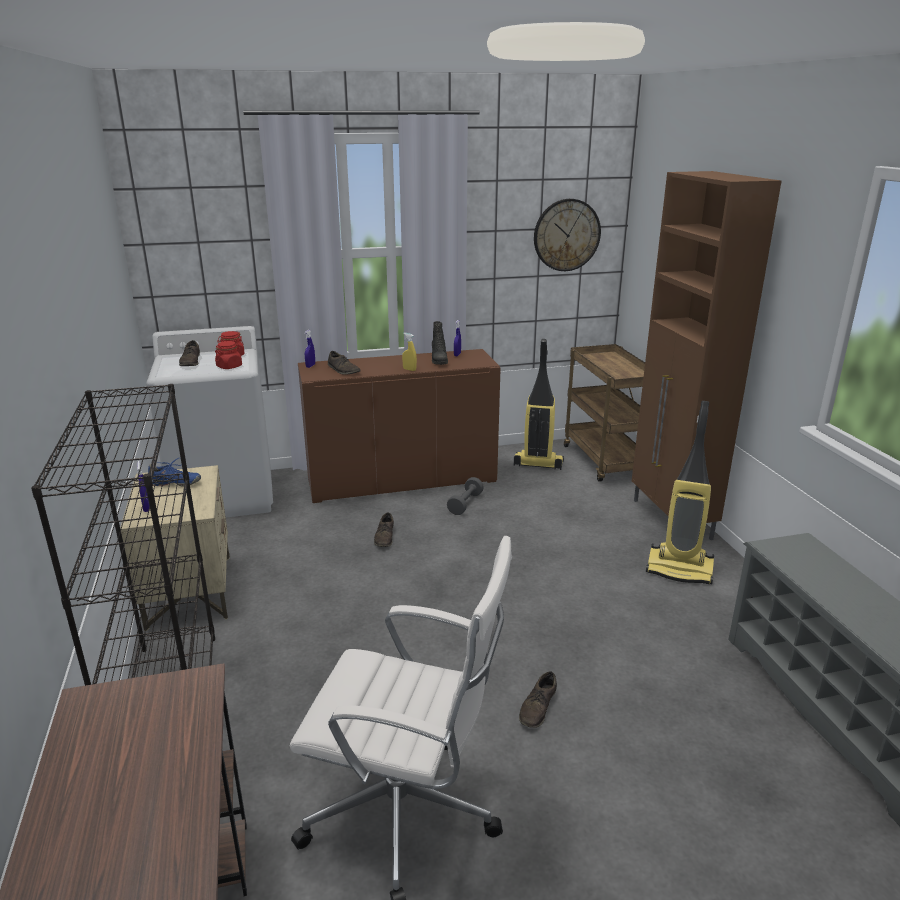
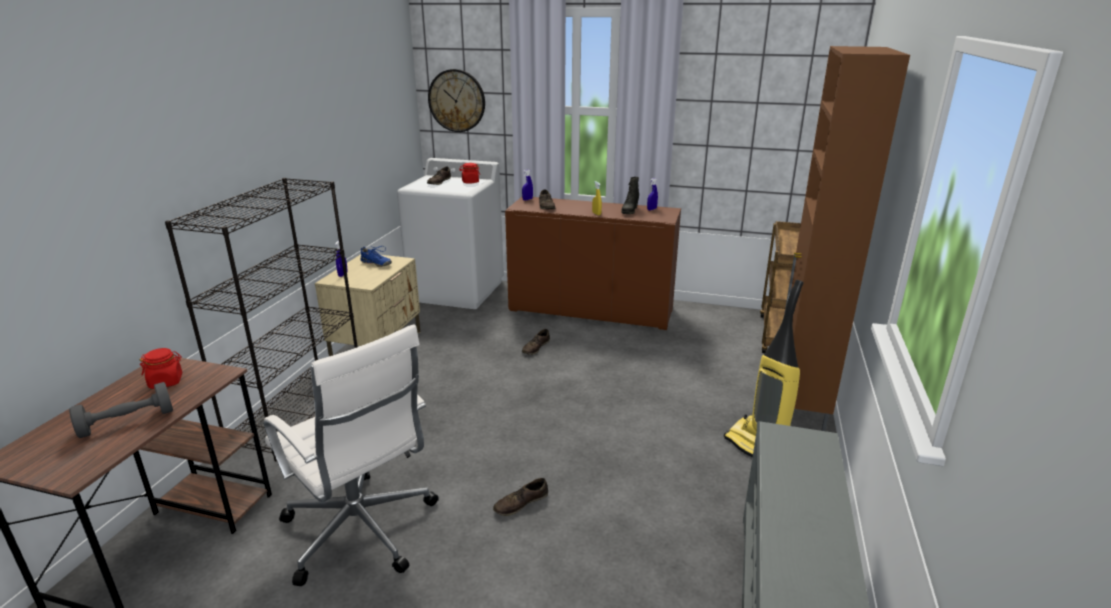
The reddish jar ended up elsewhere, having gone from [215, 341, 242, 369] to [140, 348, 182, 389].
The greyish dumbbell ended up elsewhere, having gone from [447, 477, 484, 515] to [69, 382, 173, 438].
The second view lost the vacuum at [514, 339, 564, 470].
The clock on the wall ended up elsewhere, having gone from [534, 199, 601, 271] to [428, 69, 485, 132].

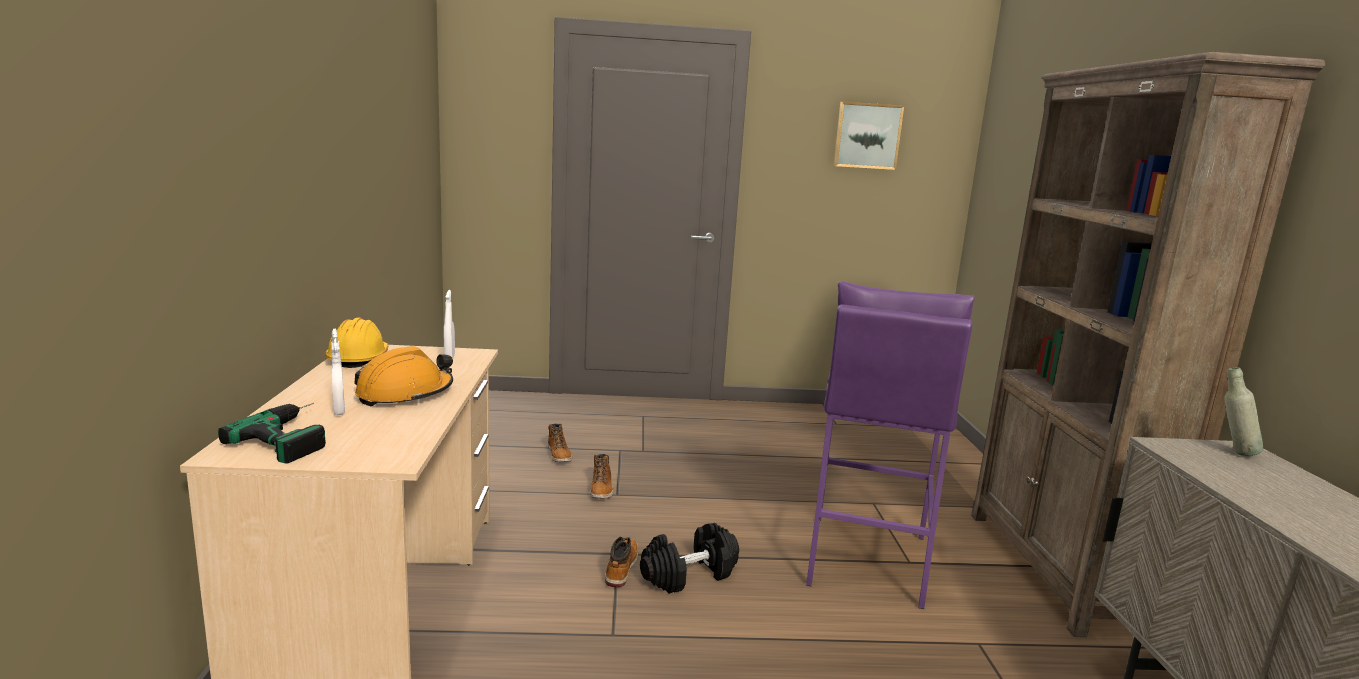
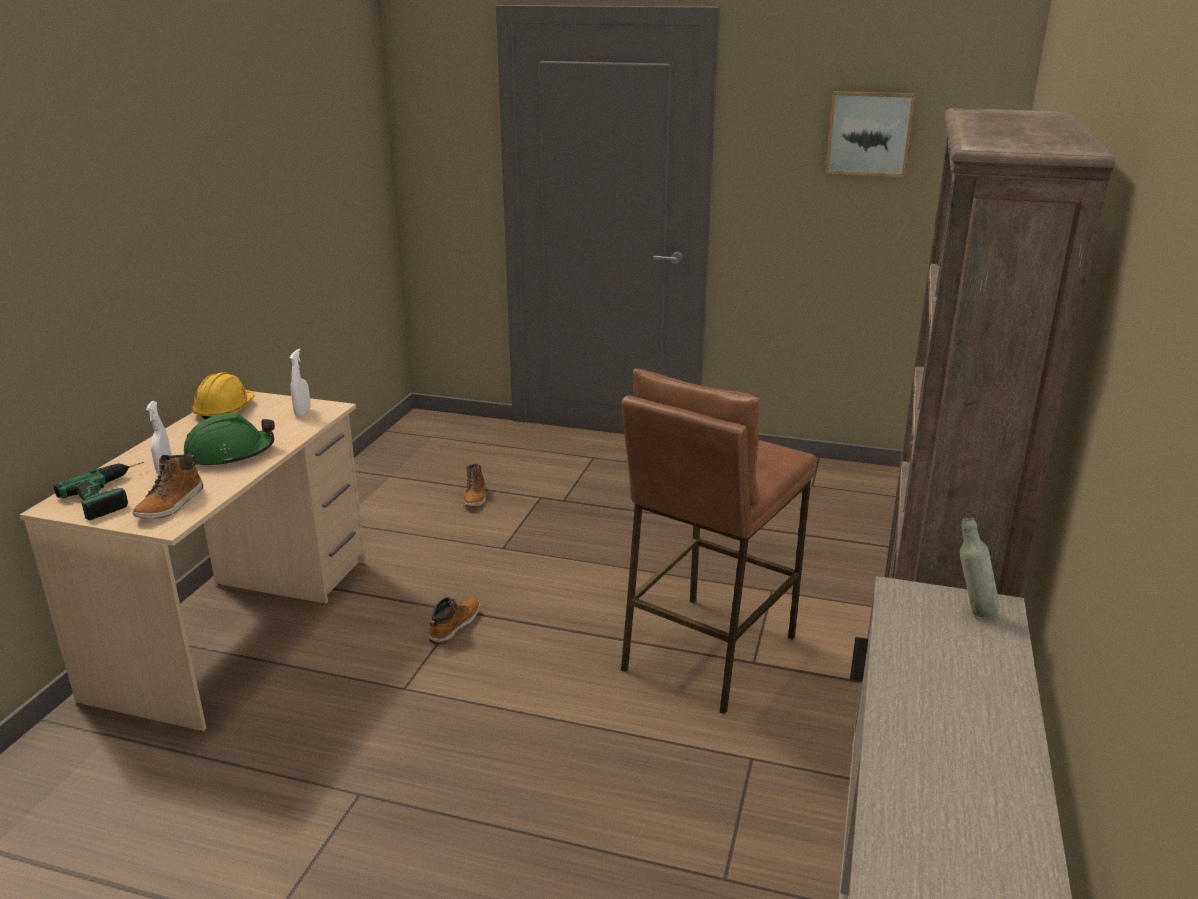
What was the orange safety helmet at [354, 346, 453, 406] turned into the green-coloured safety helmet at [184, 412, 275, 466].
The high-top boot ended up elsewhere, having gone from [590, 454, 613, 499] to [133, 454, 203, 519].
The second view lost the blackish dumbbell at [640, 523, 739, 594].
What was the purple stool seat at [806, 281, 975, 609] turned into the brown stool seat at [621, 369, 815, 715].

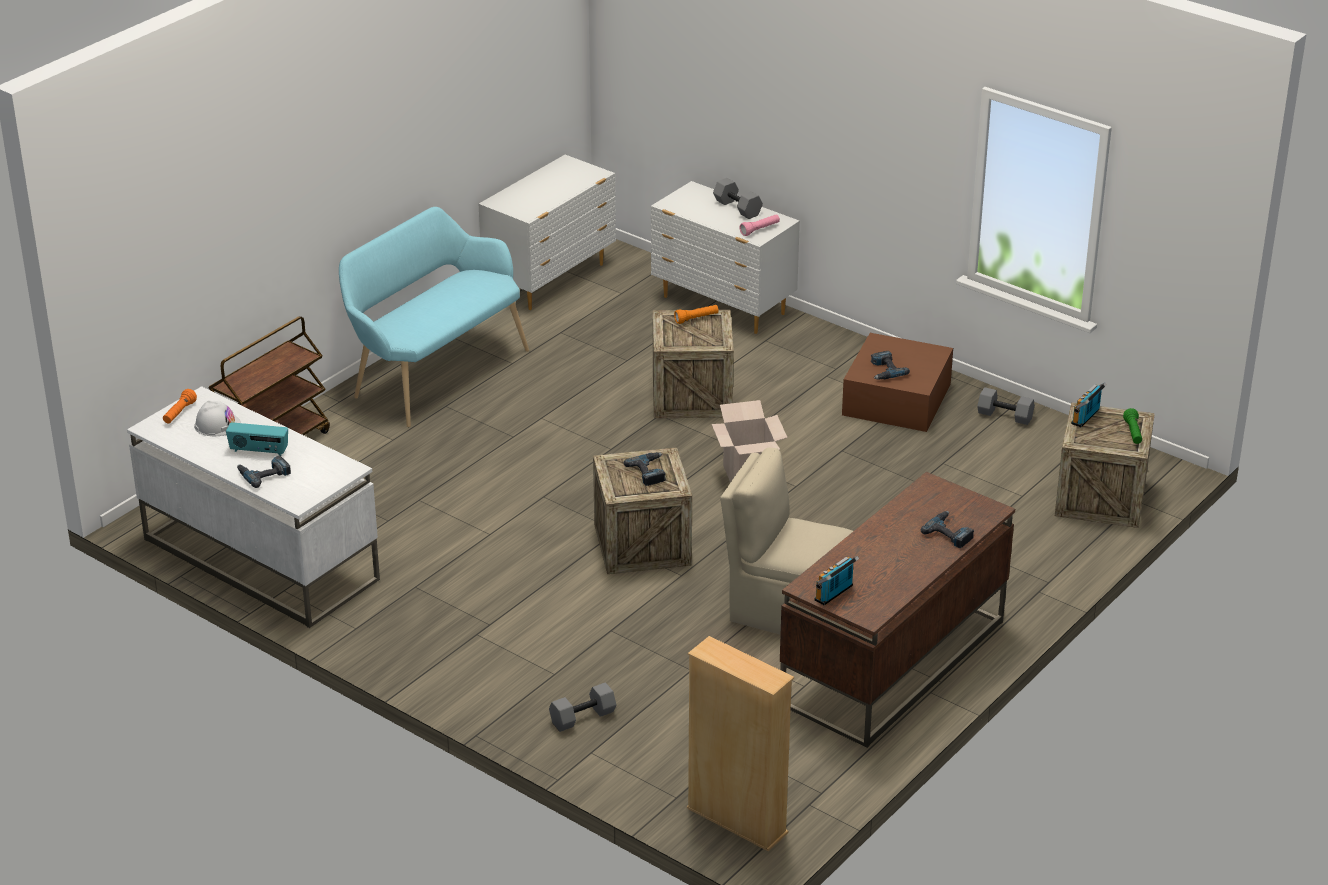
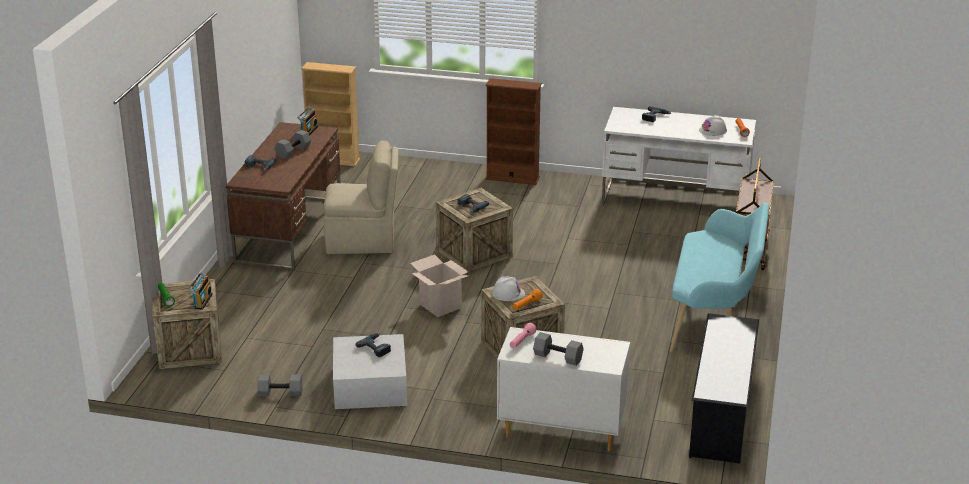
The second view lost the radio set at [226, 422, 288, 456].
Where the whitish dresser stood at [479, 155, 616, 310], the blackish shoe stand came to stand at [689, 313, 759, 463].
The greyish dumbbell ended up elsewhere, having gone from [549, 683, 617, 732] to [275, 130, 311, 159].
What was the brown storage bin at [842, 333, 953, 432] turned into the whitish storage bin at [333, 334, 407, 409].
The second view gained the brown shelving unit at [486, 78, 542, 185].
The second view gained the whitish safety helmet at [492, 276, 525, 301].

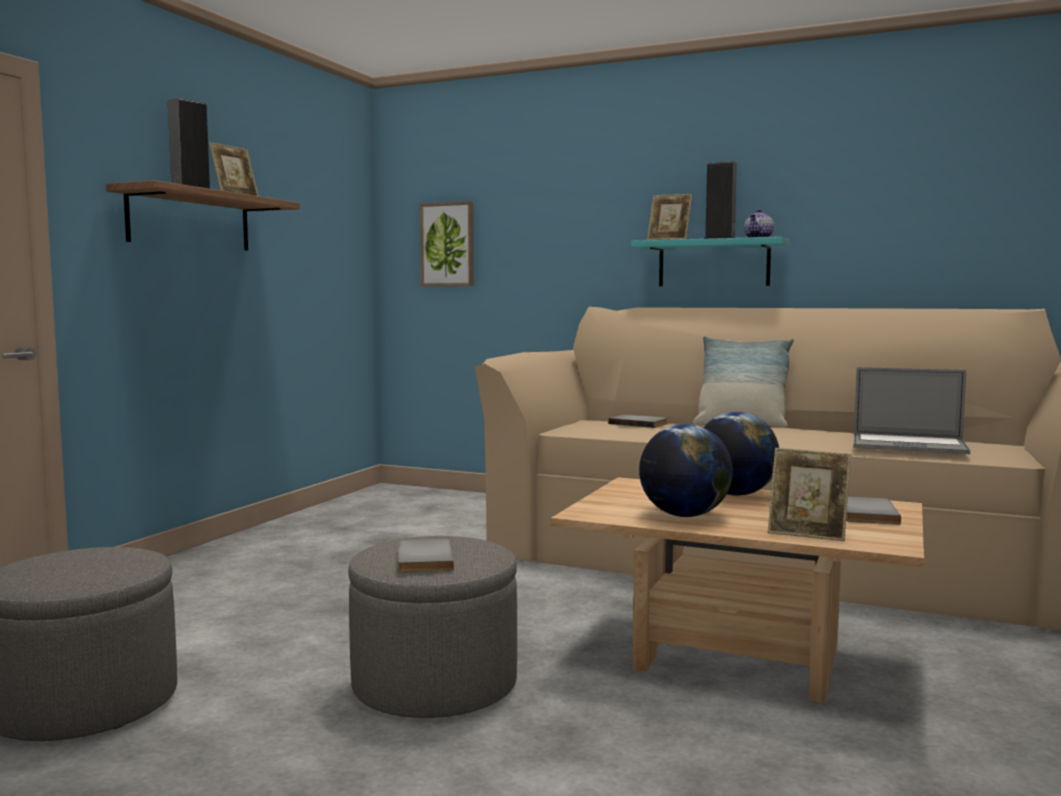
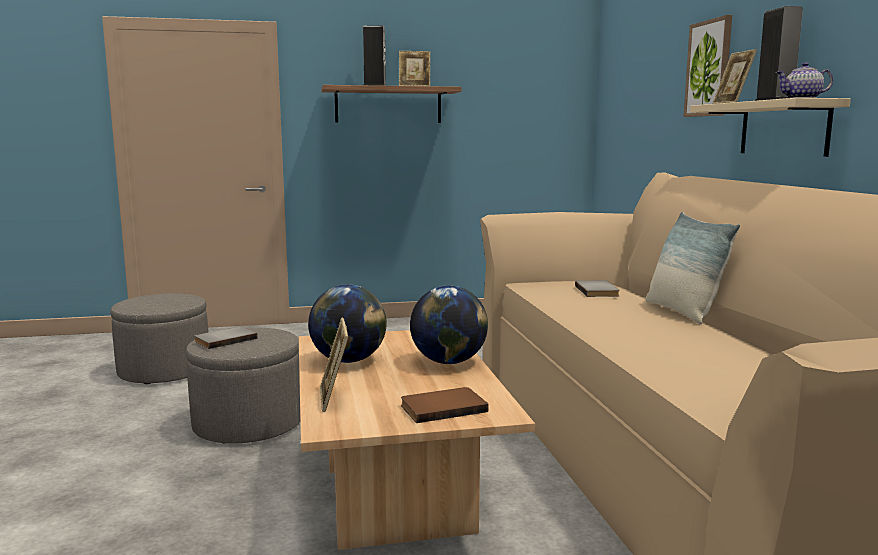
The wall picture ended up elsewhere, having gone from [420, 201, 474, 286] to [683, 15, 732, 117].
What was the turquoise wall shelf at [631, 237, 789, 286] turned into the sand-coloured wall shelf at [690, 98, 851, 157].
What was the greyish volume at [846, 496, 901, 525] turned into the brown volume at [401, 387, 489, 423].
The second view lost the notebook computer at [853, 367, 970, 454].

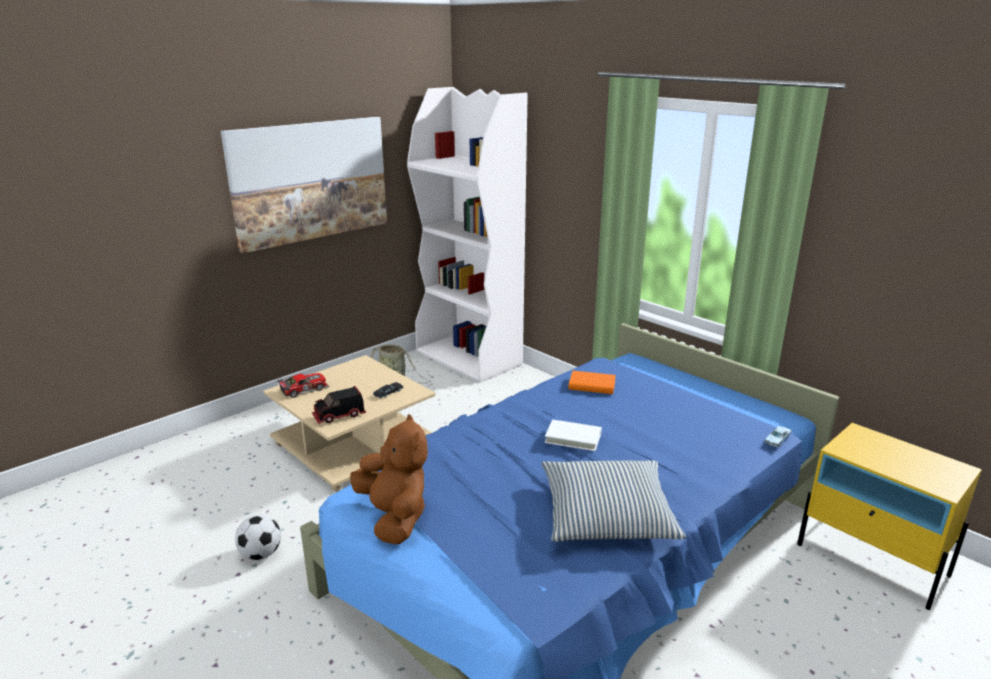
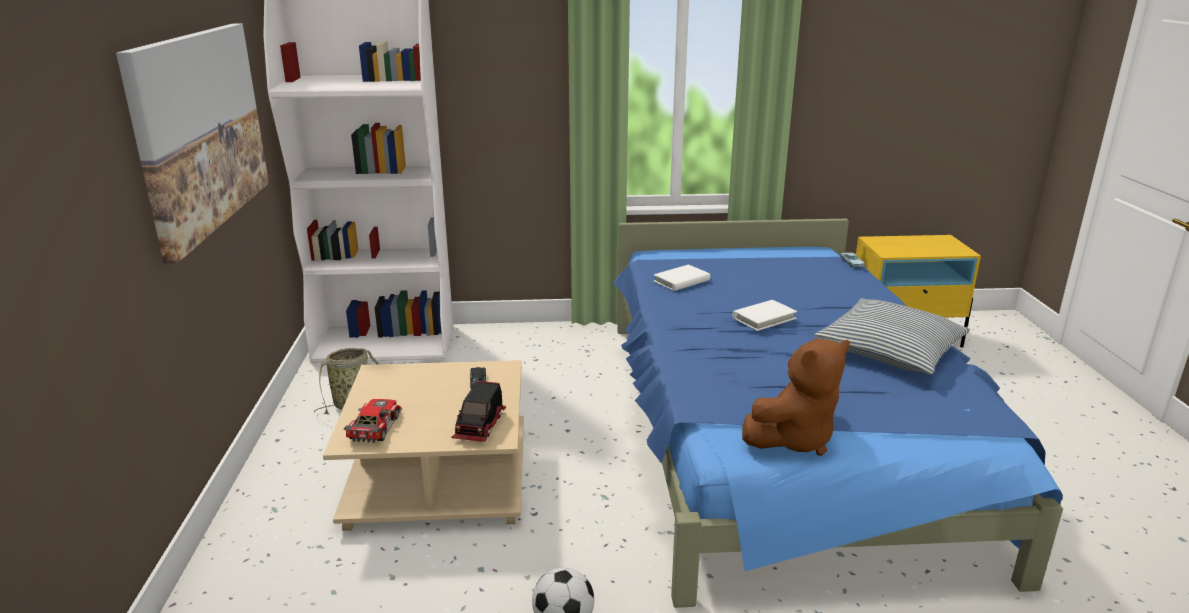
The brown cuddly toy at [350, 414, 428, 544] ended up facing another way, 135 degrees clockwise from before.
What was the orange volume at [568, 371, 616, 394] turned into the whitish volume at [653, 265, 710, 291].

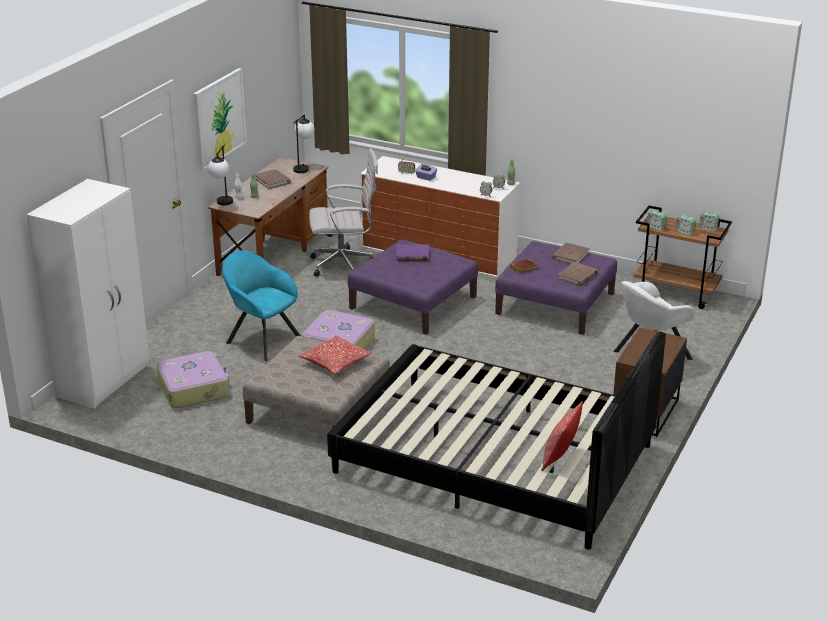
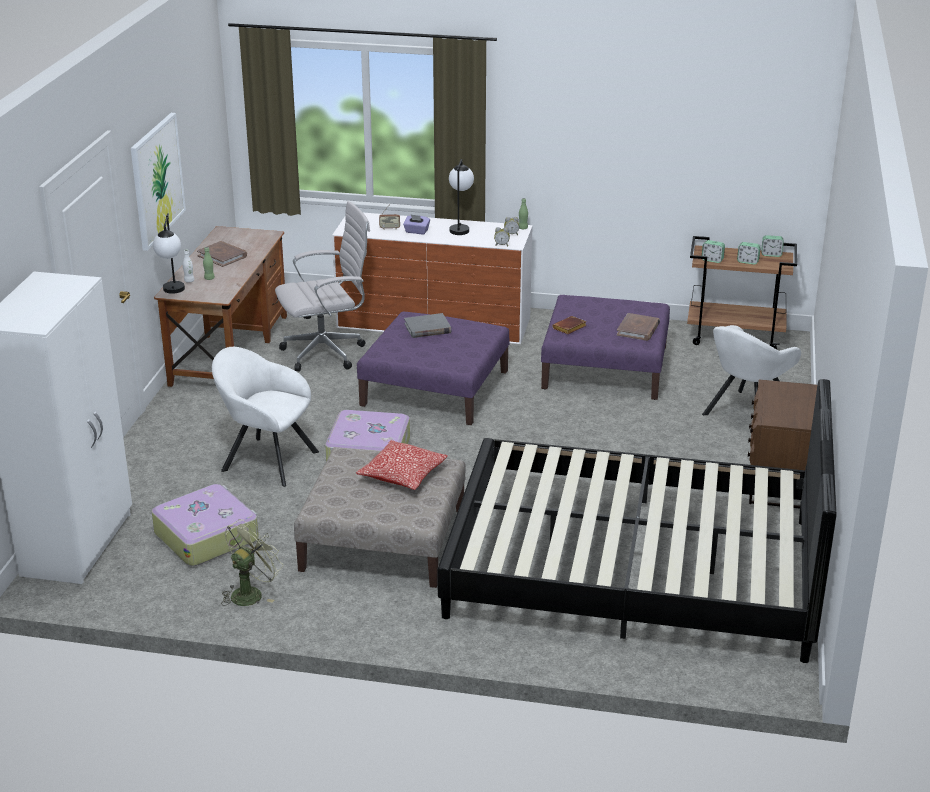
What was the turquoise armchair at [222, 250, 301, 361] turned into the whitish armchair at [212, 347, 319, 487].
The lamp for a table ended up elsewhere, having gone from [293, 115, 314, 173] to [449, 159, 474, 235].
What was the purple volume at [397, 244, 429, 261] turned into the greyish volume at [404, 313, 451, 338].
The second view lost the pillow at [541, 401, 583, 471].
The second view lost the brown volume at [552, 243, 590, 264].
The second view gained the green-coloured cooling fan at [221, 519, 283, 606].

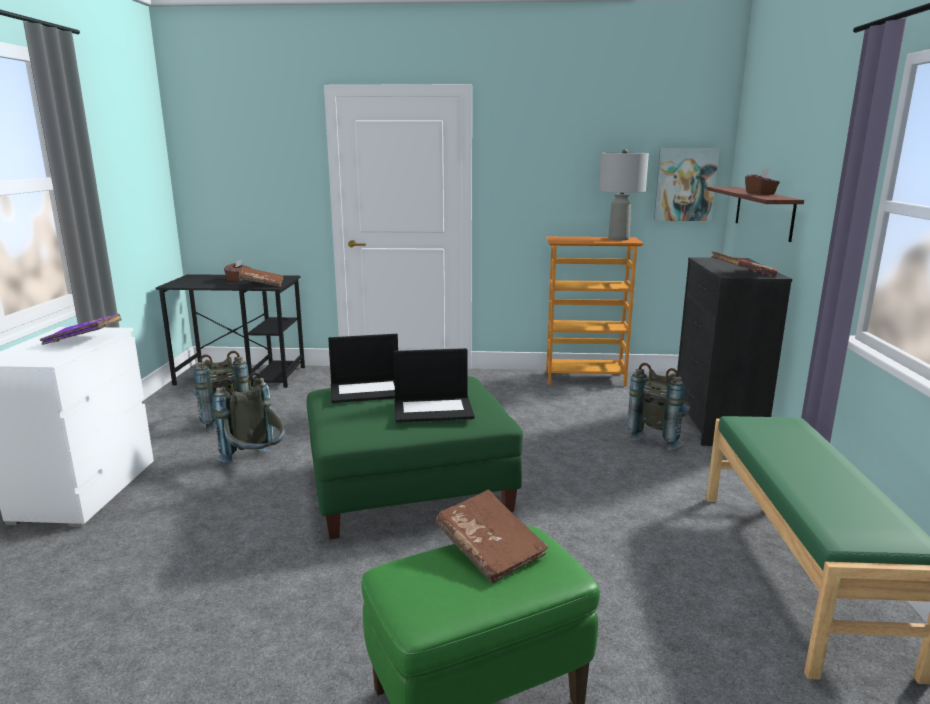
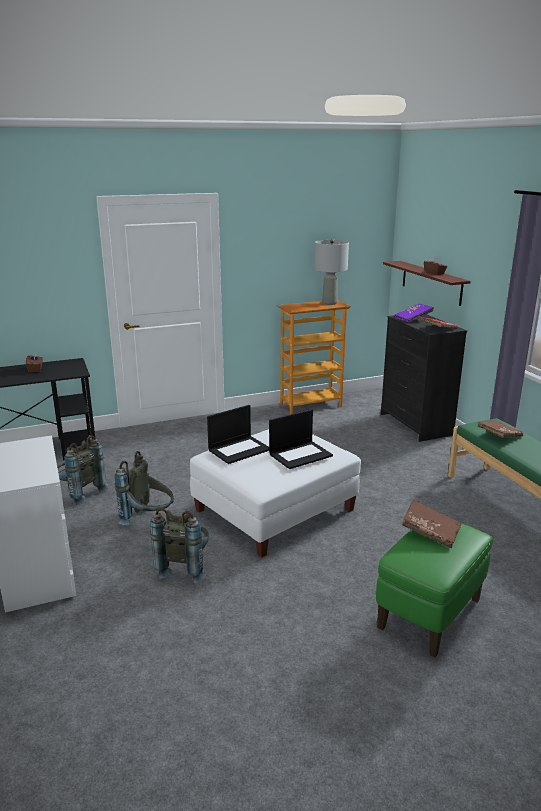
The purple volume ended up elsewhere, having gone from [40, 314, 122, 345] to [394, 304, 434, 322].
The brown volume ended up elsewhere, having gone from [238, 266, 283, 287] to [477, 421, 523, 437].
What was the green-coloured ottoman at [307, 376, 523, 539] turned into the whitish ottoman at [190, 429, 361, 558].
The greyish knapsack ended up elsewhere, having gone from [627, 363, 690, 450] to [150, 508, 209, 583].
The second view lost the wall picture at [654, 148, 720, 221].

